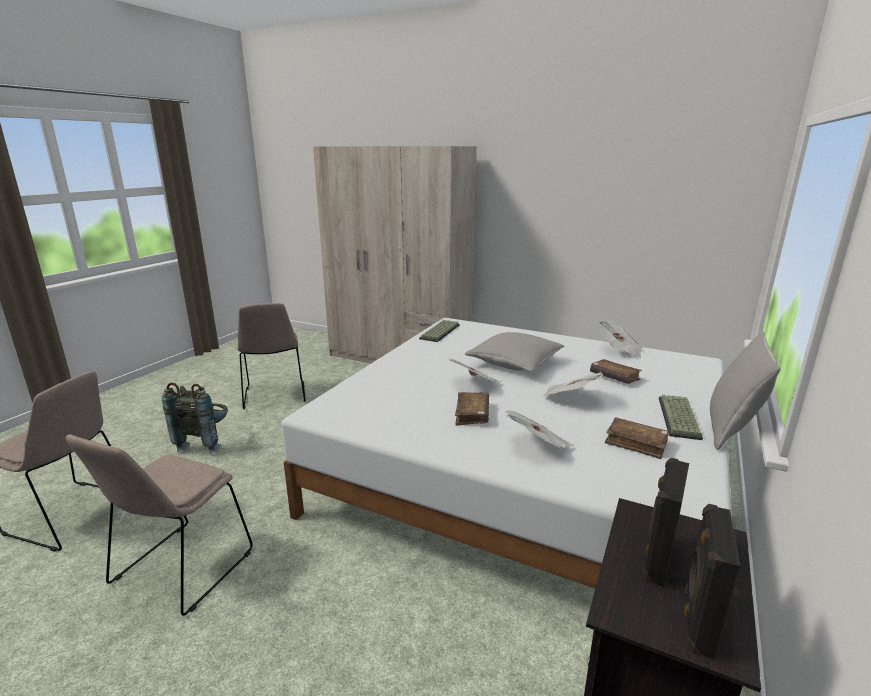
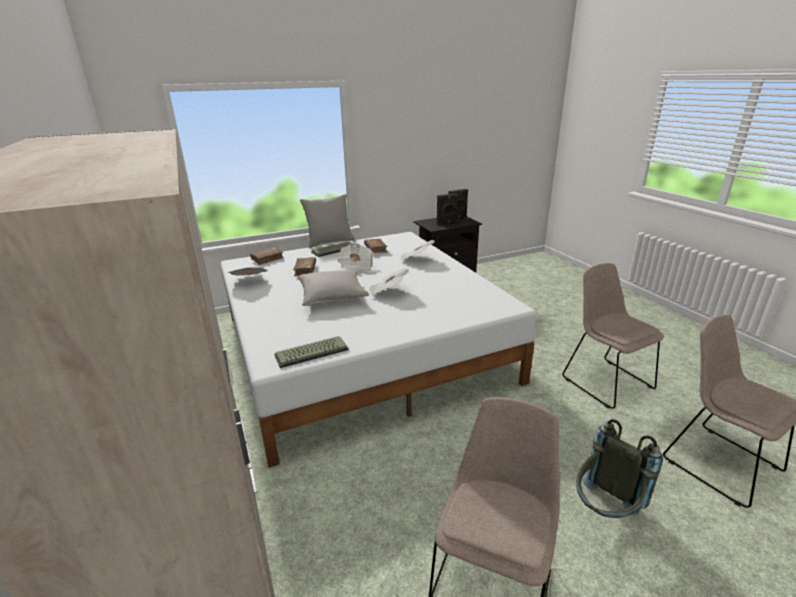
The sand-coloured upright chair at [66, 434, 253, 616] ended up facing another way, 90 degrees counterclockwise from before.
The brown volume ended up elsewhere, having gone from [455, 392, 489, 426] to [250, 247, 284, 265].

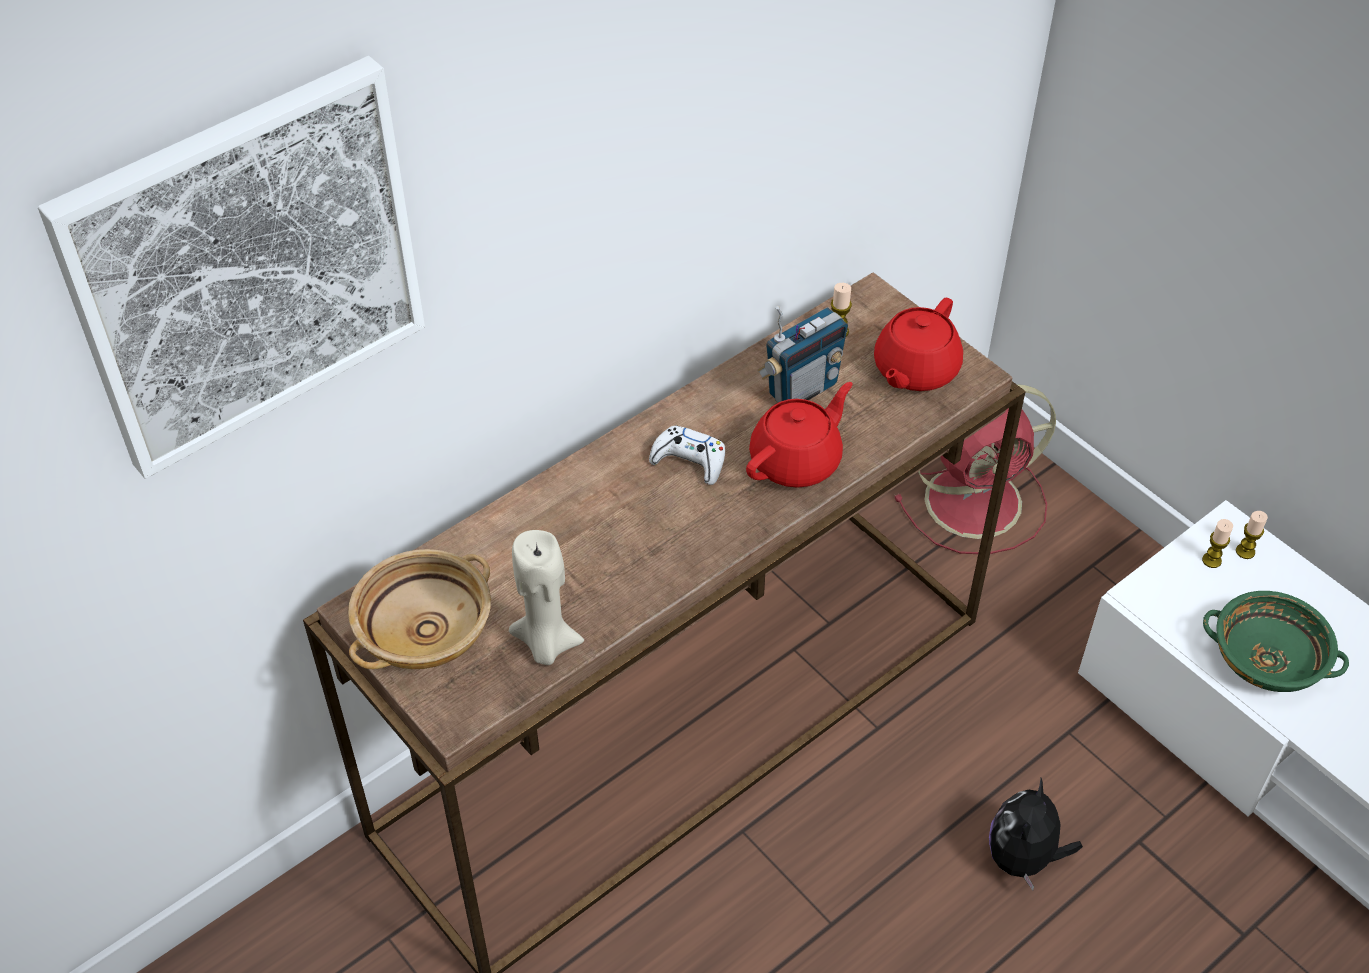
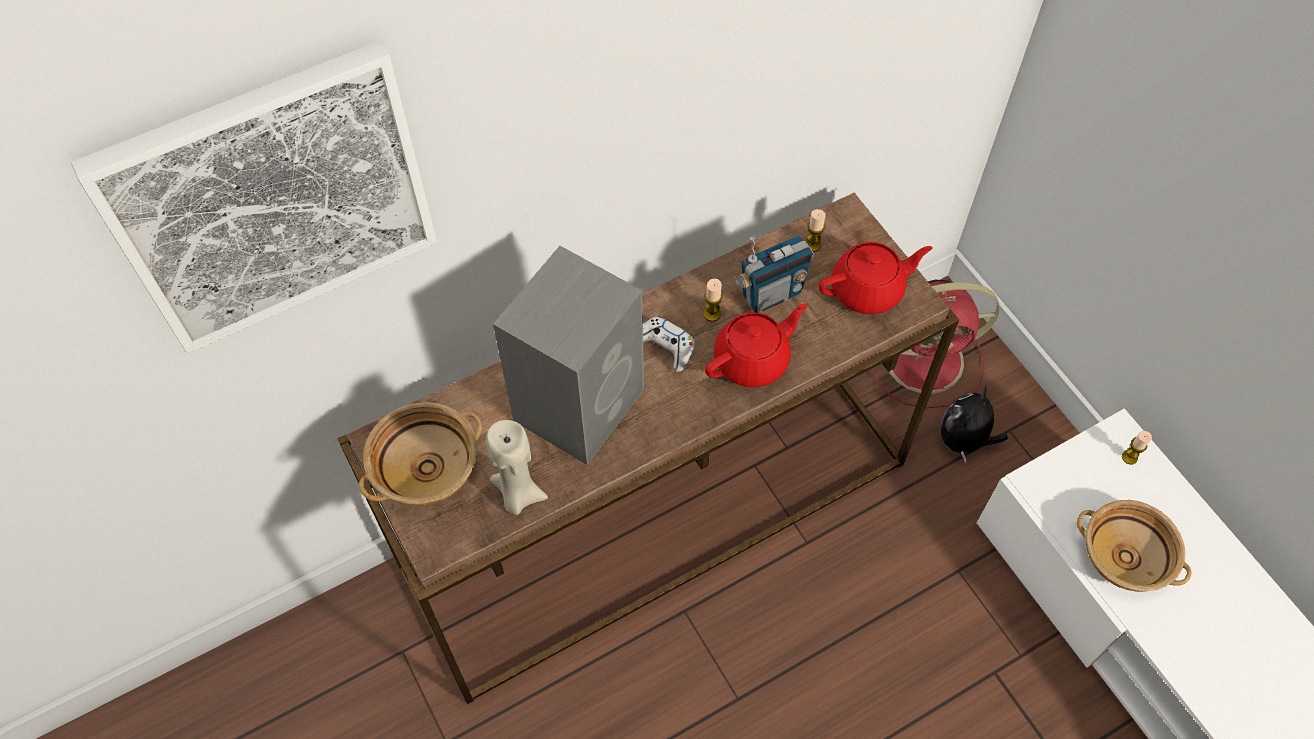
The reddish teapot at [874, 298, 963, 391] ended up facing another way, 150 degrees counterclockwise from before.
The cuddly toy ended up elsewhere, having gone from [989, 778, 1083, 890] to [941, 385, 1008, 463].
The wax candle ended up elsewhere, having gone from [1202, 519, 1233, 568] to [703, 278, 723, 322].
What was the green-coloured serving bowl at [1203, 591, 1349, 692] turned into the sand-coloured serving bowl at [1077, 500, 1191, 592].
The second view gained the greyish speaker at [493, 246, 644, 465].

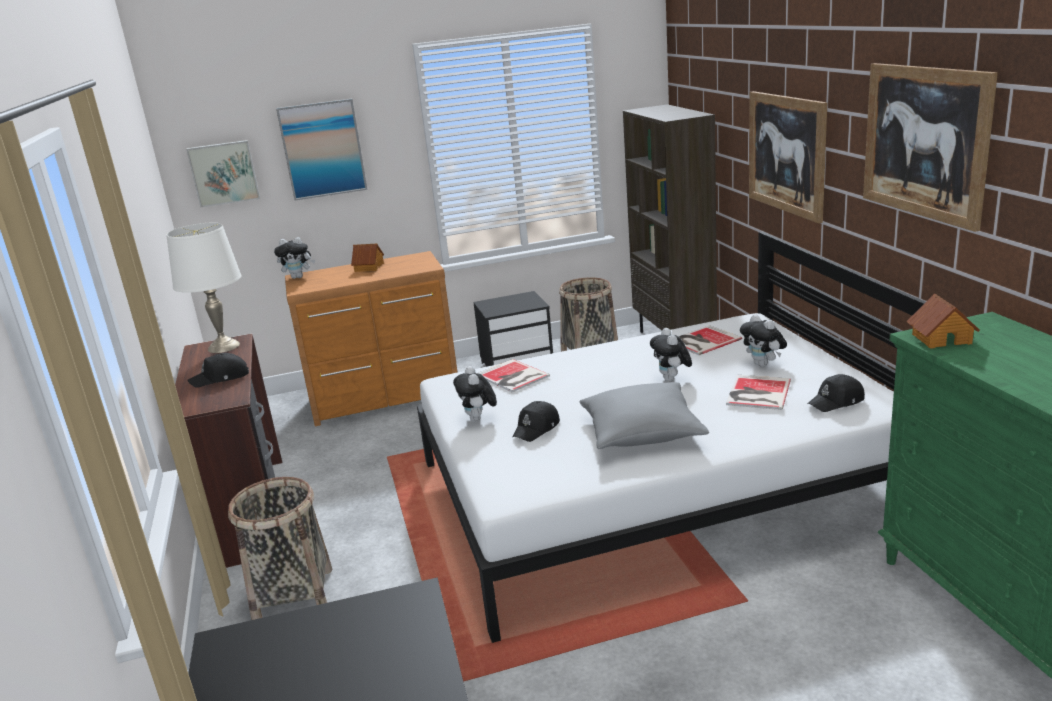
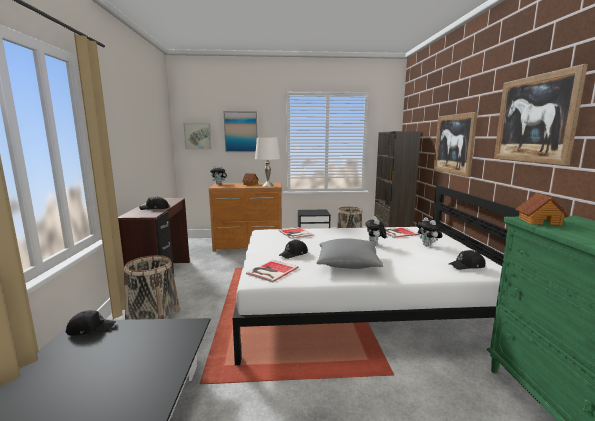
The whitish lamp for a table ended up elsewhere, having gone from [166, 223, 242, 353] to [255, 138, 280, 187].
The second view lost the cuddly toy at [453, 366, 497, 422].
The volume ended up elsewhere, having gone from [726, 375, 791, 410] to [246, 260, 299, 282].
The second view gained the blackish cap at [65, 310, 116, 336].

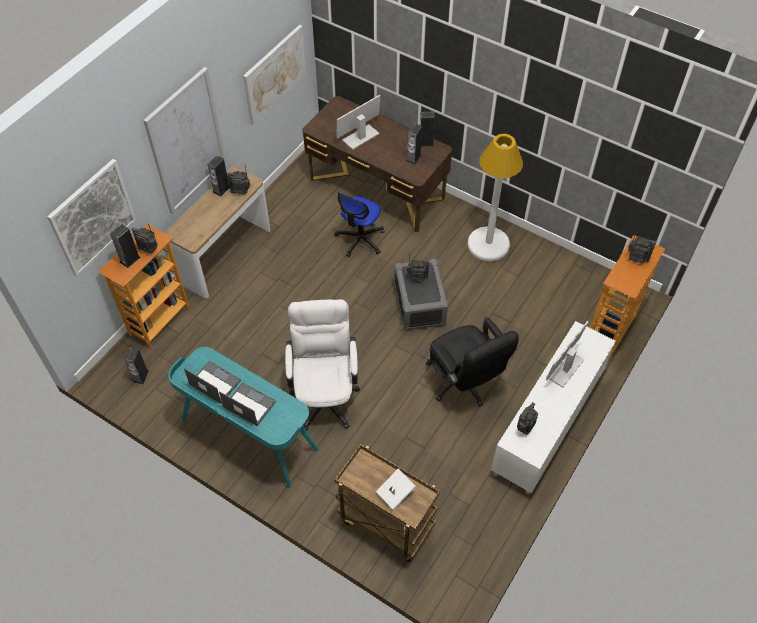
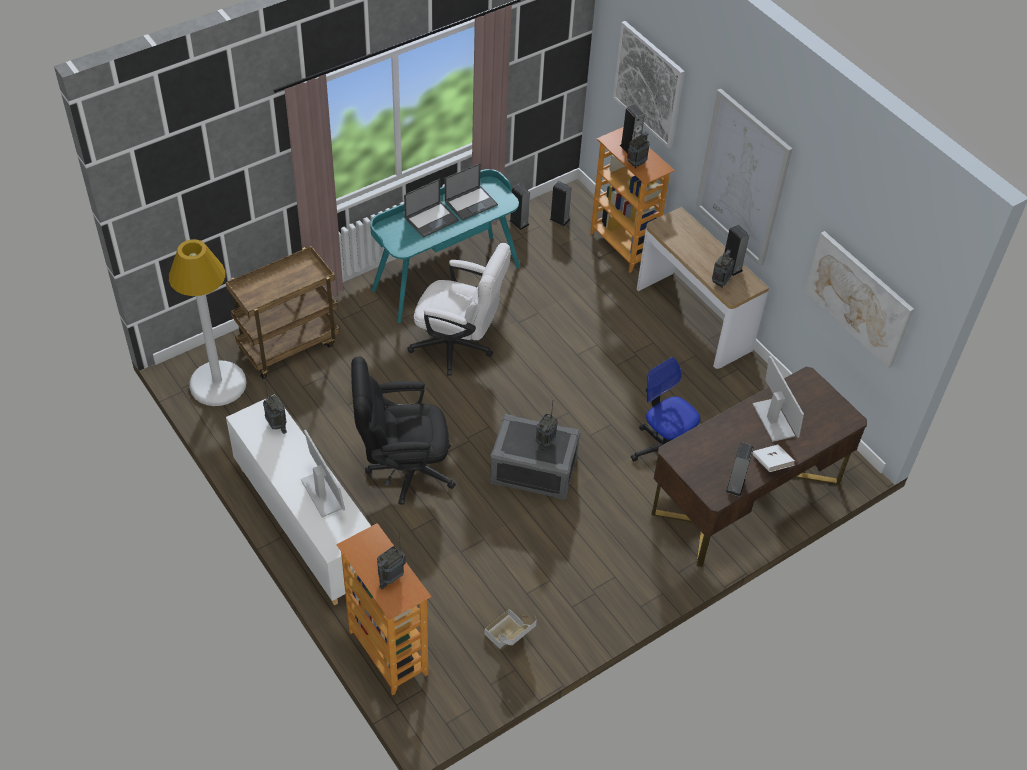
The whitish volume ended up elsewhere, having gone from [376, 469, 416, 510] to [752, 445, 795, 472].
The speaker ended up elsewhere, having gone from [406, 124, 422, 164] to [509, 184, 530, 230].
The whitish floor lamp ended up elsewhere, having gone from [467, 134, 523, 261] to [169, 239, 247, 406].
The second view gained the cardboard box at [484, 609, 537, 649].

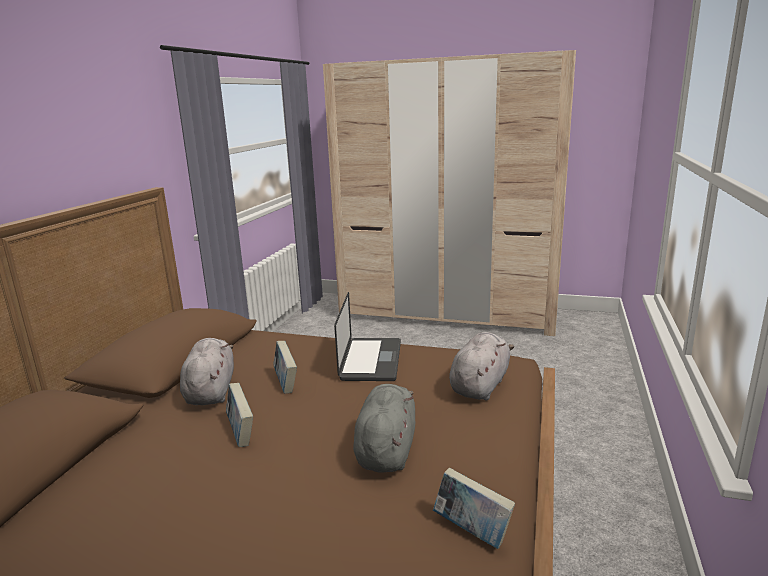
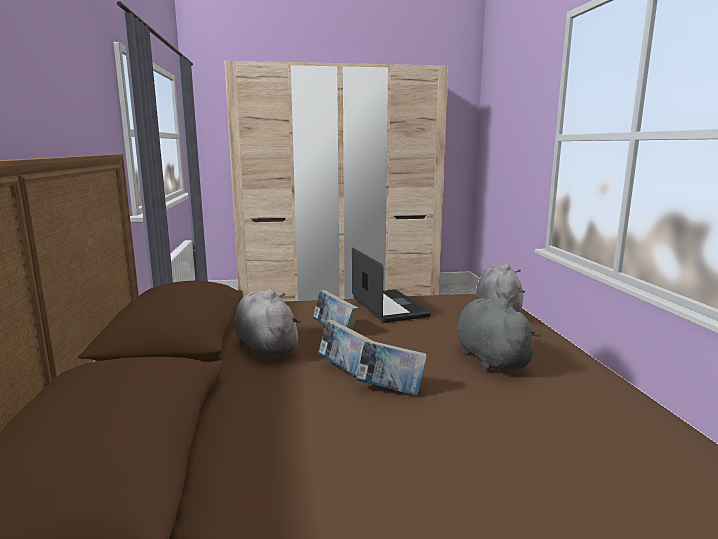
The volume ended up elsewhere, having gone from [433, 468, 515, 549] to [356, 339, 427, 395].

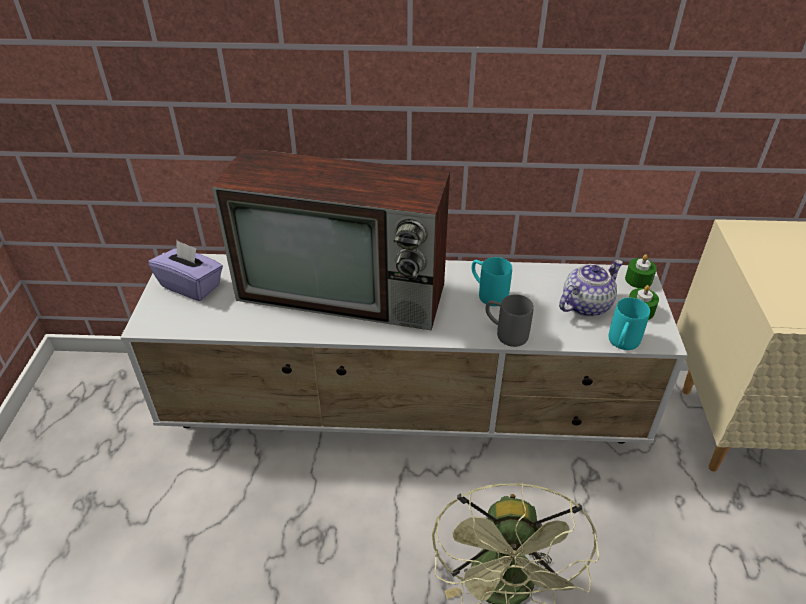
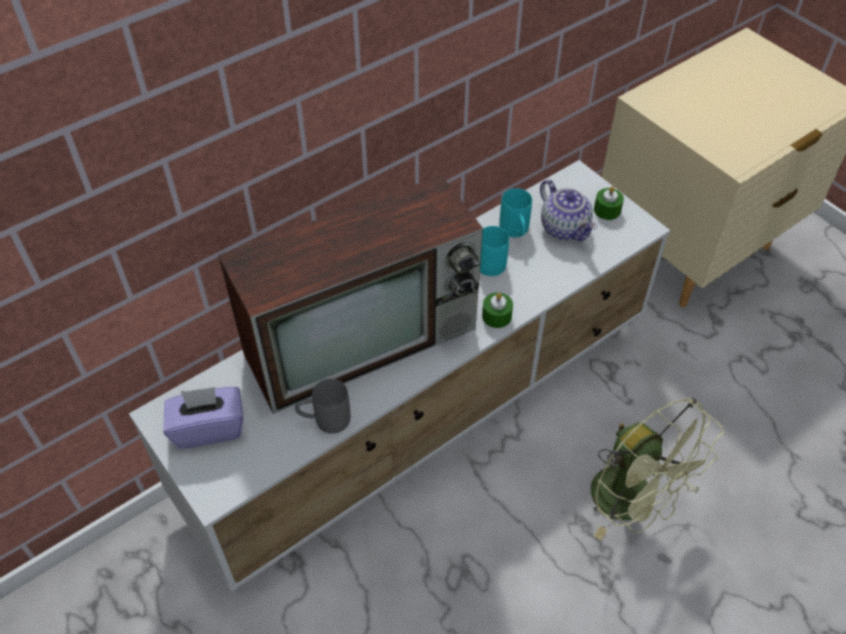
The greyish mug ended up elsewhere, having gone from [486, 294, 534, 347] to [295, 379, 351, 434].
The teapot at [559, 260, 623, 317] ended up facing another way, 135 degrees clockwise from before.
The turquoise mug ended up elsewhere, having gone from [608, 298, 650, 350] to [499, 188, 532, 237].
The green-coloured wax candle ended up elsewhere, having gone from [625, 254, 657, 288] to [482, 293, 513, 328].

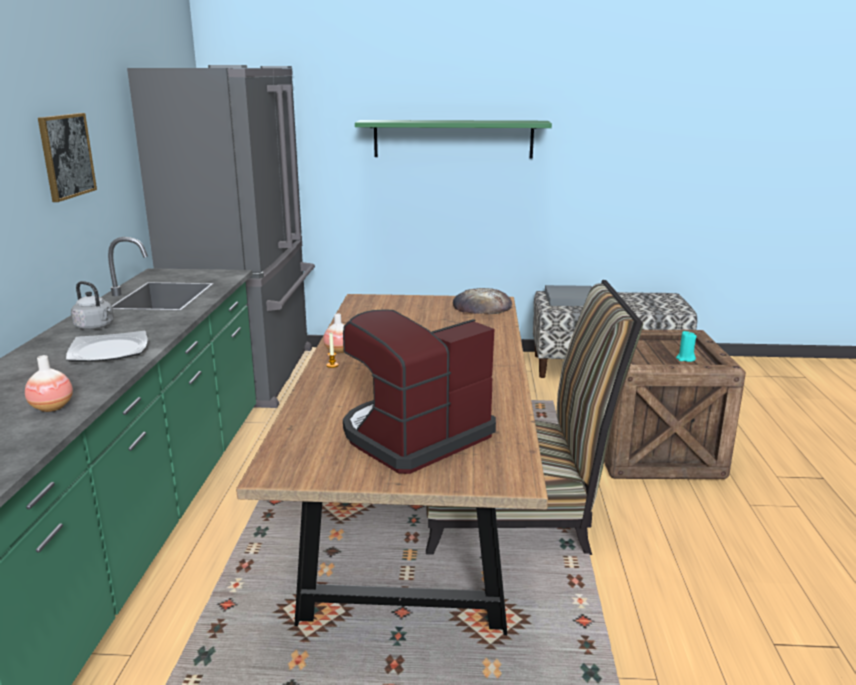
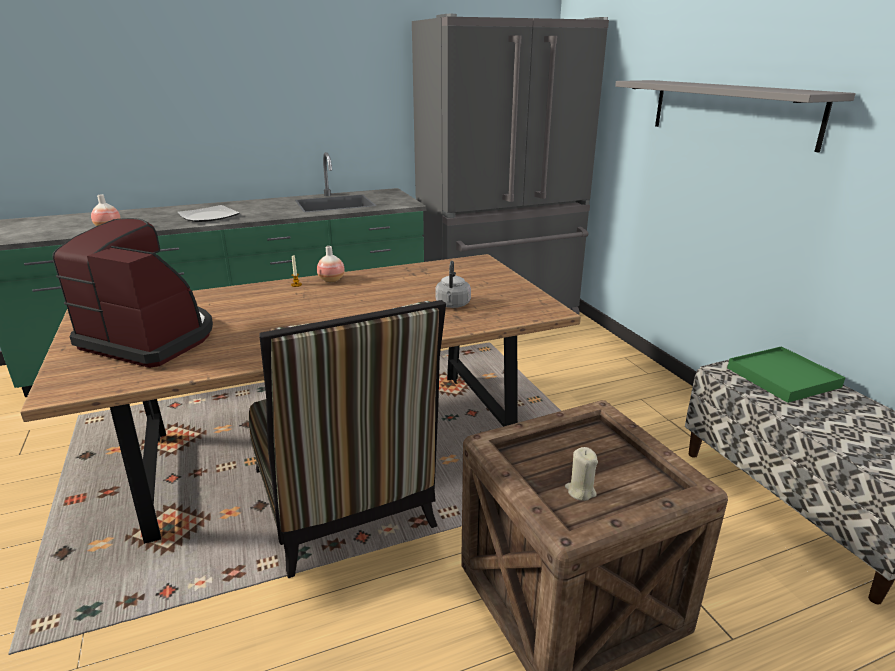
The second view lost the wall picture at [38, 113, 97, 202].
The greyish tea kettle ended up elsewhere, having gone from [71, 281, 114, 330] to [435, 261, 471, 308].
What was the green-coloured wall shelf at [355, 120, 552, 158] turned into the greyish wall shelf at [615, 80, 856, 153].
The second view lost the bakery bread at [453, 288, 512, 314].
What was the greyish carrying tray at [545, 285, 592, 306] turned into the green-coloured carrying tray at [727, 346, 846, 403].
What was the turquoise wax candle at [676, 331, 696, 362] turned into the sand-coloured wax candle at [565, 447, 598, 501].

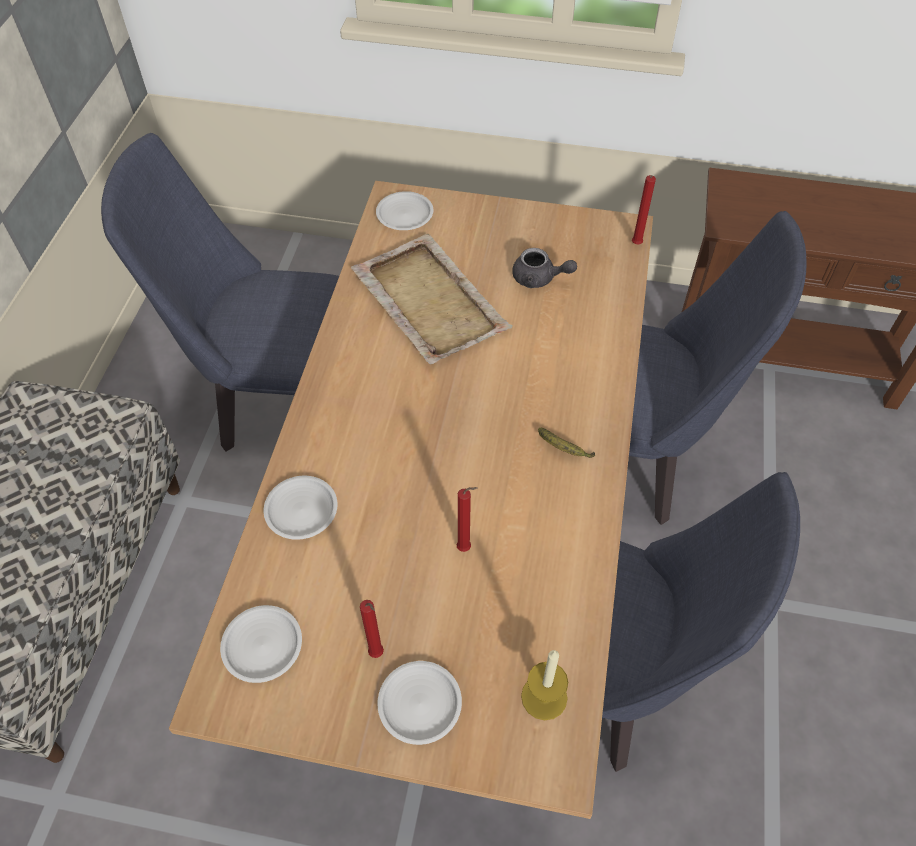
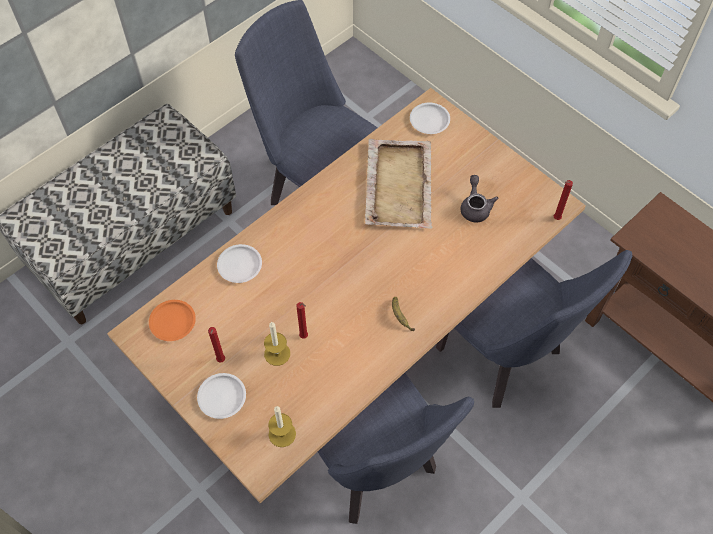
What was the whitish dinner plate at [220, 605, 302, 683] turned into the orange dinner plate at [149, 300, 196, 341].
The greyish teapot at [512, 248, 577, 288] ended up facing another way, 150 degrees counterclockwise from before.
The second view gained the wax candle at [264, 322, 290, 366].

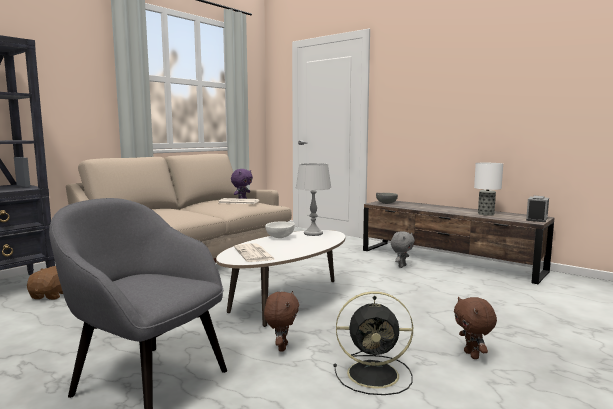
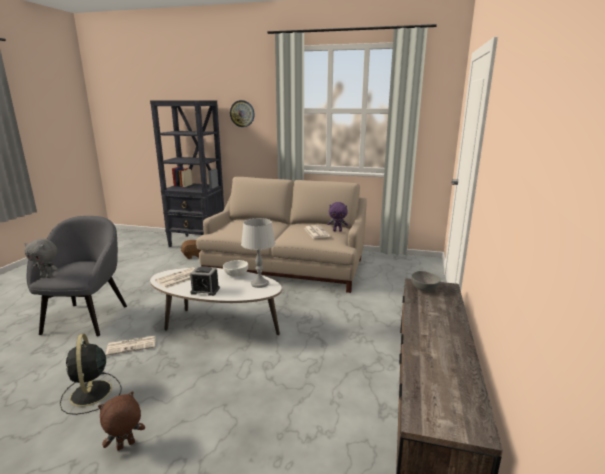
Where the brown cuddly toy stood at [264, 291, 299, 351], the daily paper came to stand at [106, 336, 156, 356].
The greyish cuddly toy ended up elsewhere, having gone from [391, 231, 415, 268] to [24, 239, 58, 278].
The second view lost the lamp for a table at [474, 163, 503, 216].
The bedside clock ended up elsewhere, having gone from [526, 196, 549, 222] to [190, 266, 220, 296].
The second view gained the clock on the wall at [230, 100, 255, 127].

